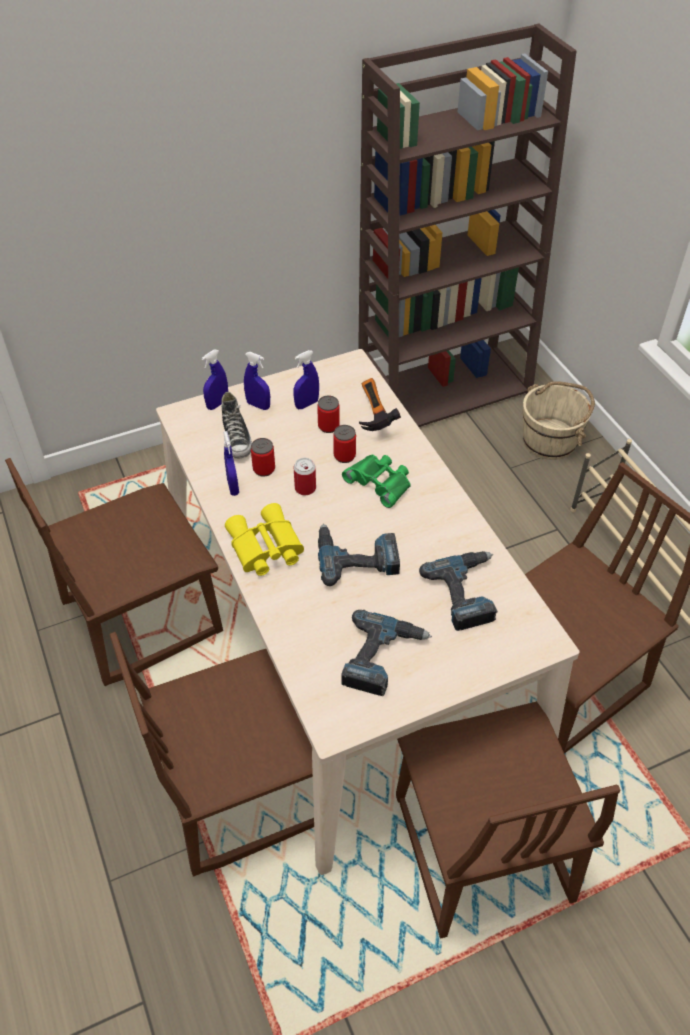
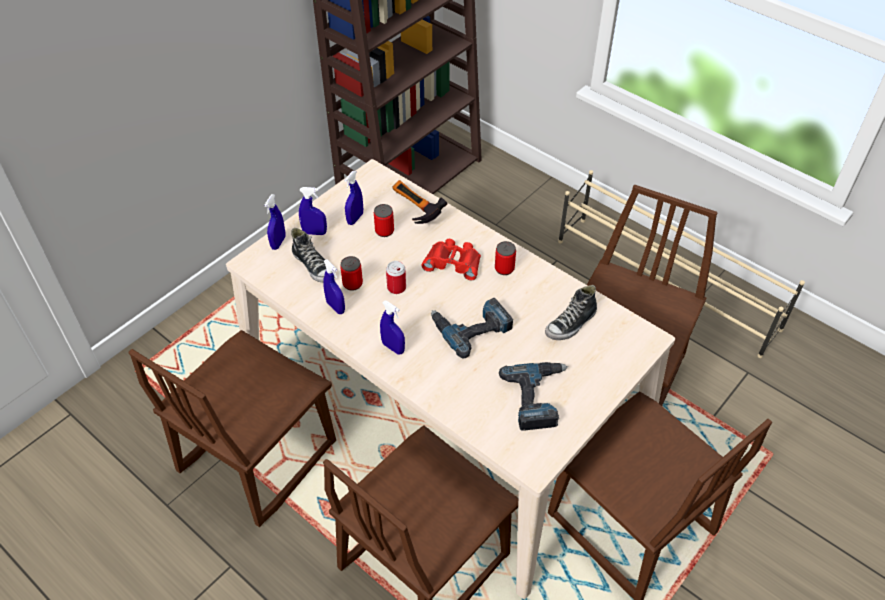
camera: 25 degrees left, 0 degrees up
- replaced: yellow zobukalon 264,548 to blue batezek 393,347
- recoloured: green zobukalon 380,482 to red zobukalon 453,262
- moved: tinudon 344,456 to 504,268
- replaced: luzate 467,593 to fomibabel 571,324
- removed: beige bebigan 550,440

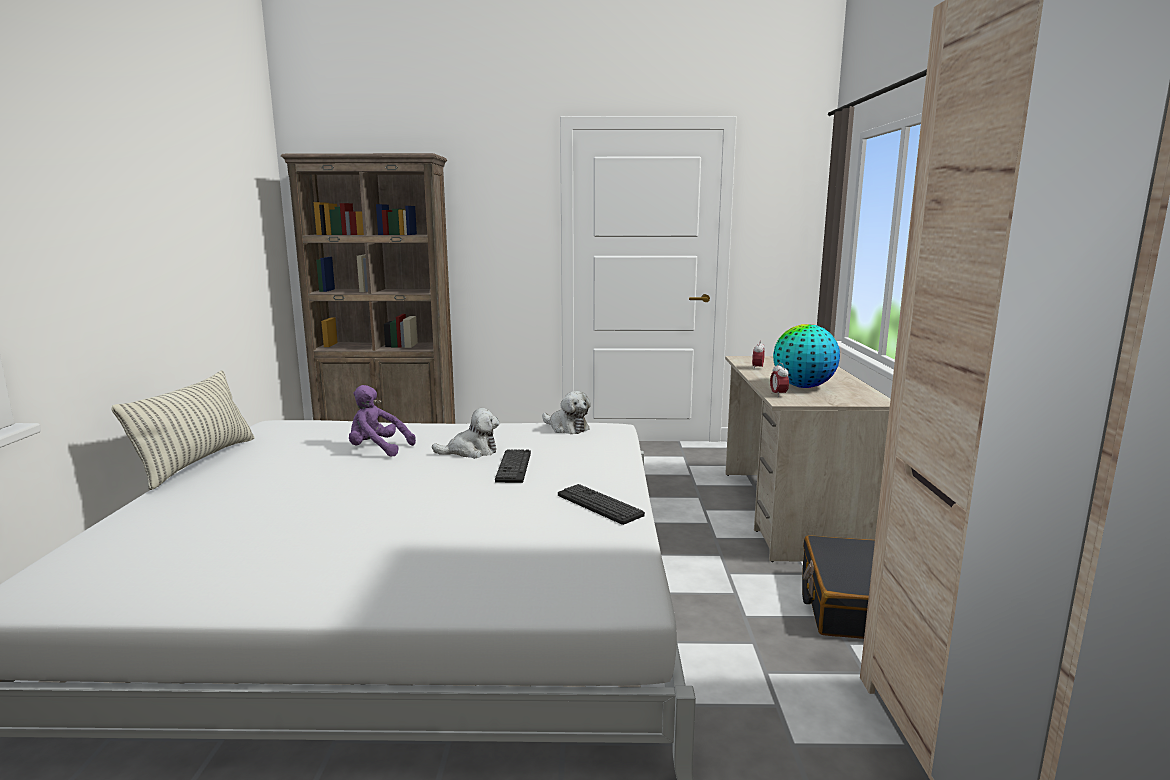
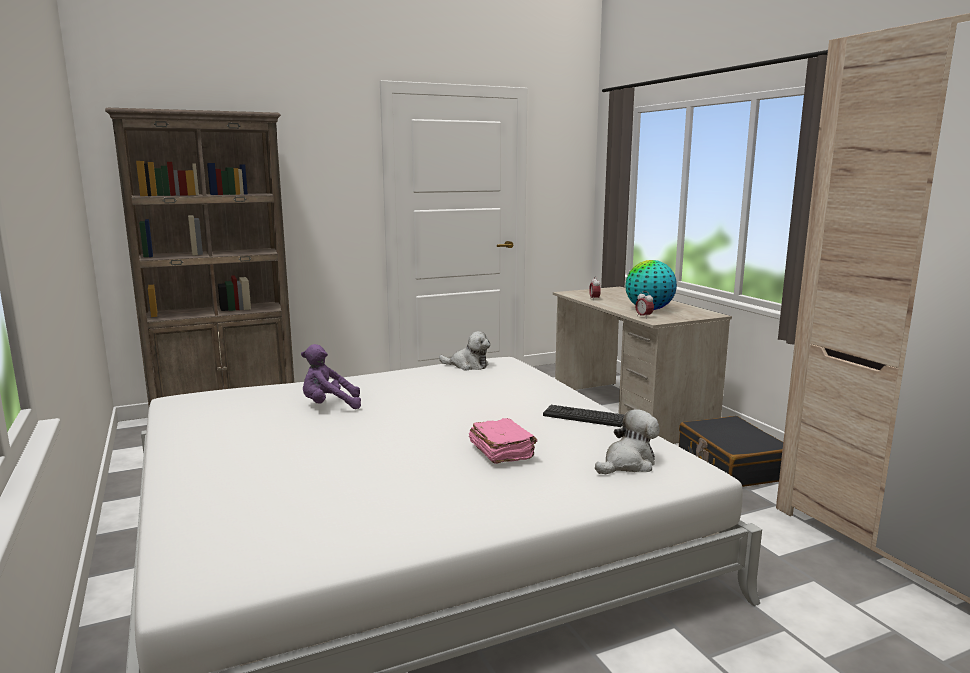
camera: 25 degrees left, 0 degrees up
- added: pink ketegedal 501,452
- moved: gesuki 471,452 to 628,464
- removed: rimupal 197,461
- removed: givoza 513,467

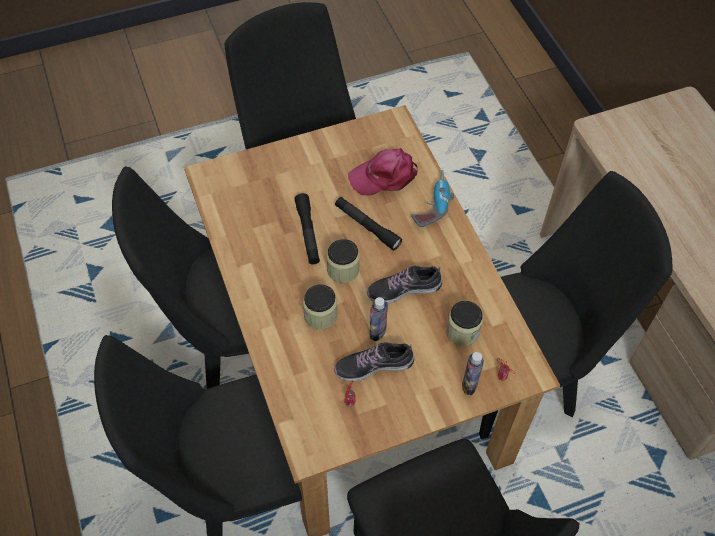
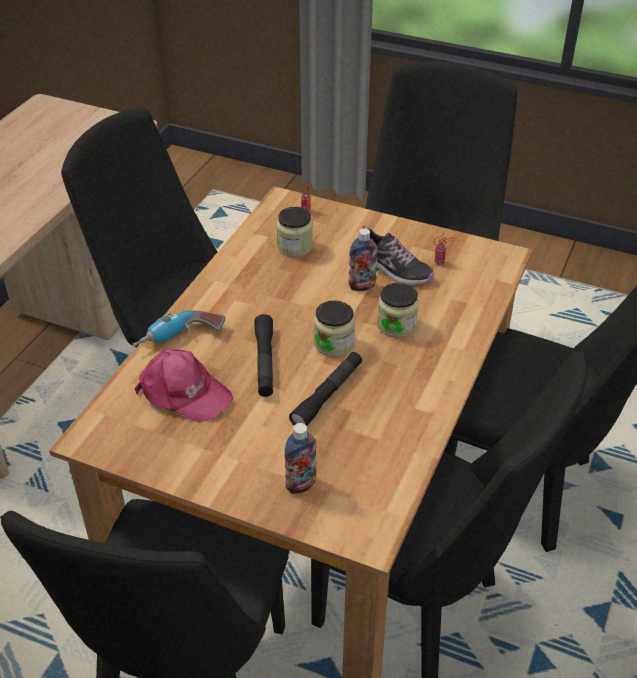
camera: 135 degrees left, 15 degrees down
- moved: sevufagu 469,385 to 301,484
- removed: fomibabel 404,289

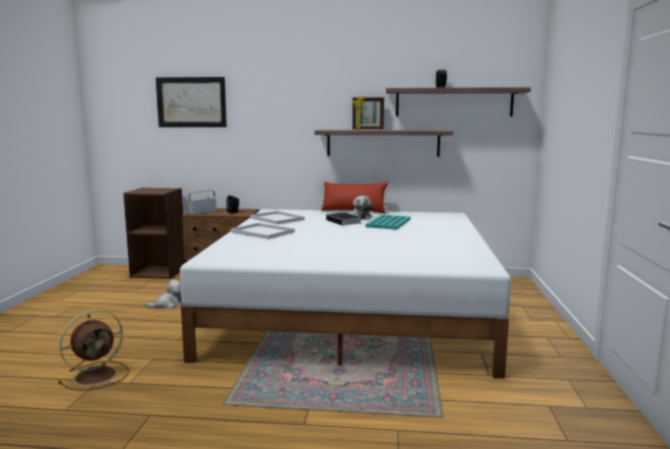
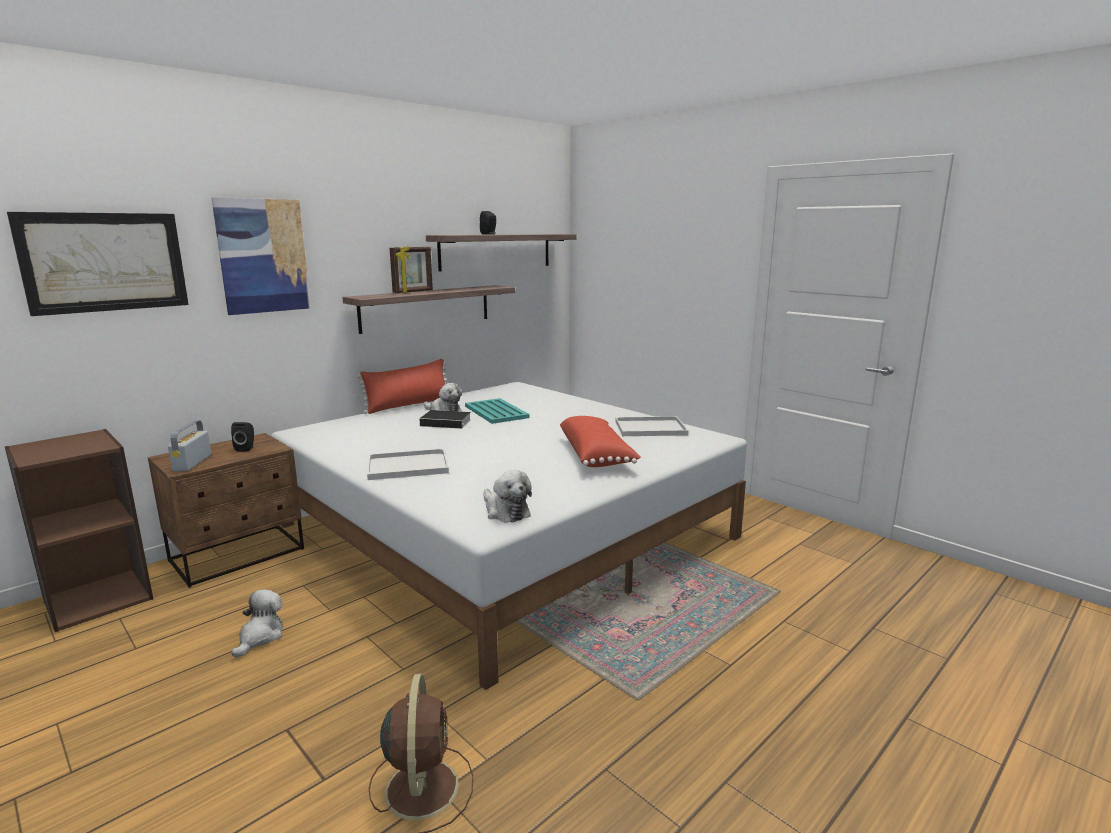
camera: 50 degrees left, 5 degrees up
- added: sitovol 263,256
- added: gesuki 505,511
- added: red rimupal 596,455
- moved: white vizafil 278,219 to 651,428

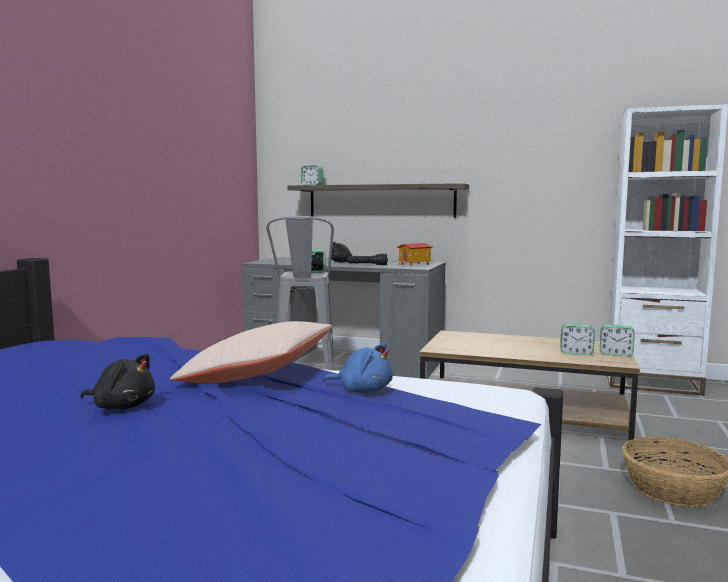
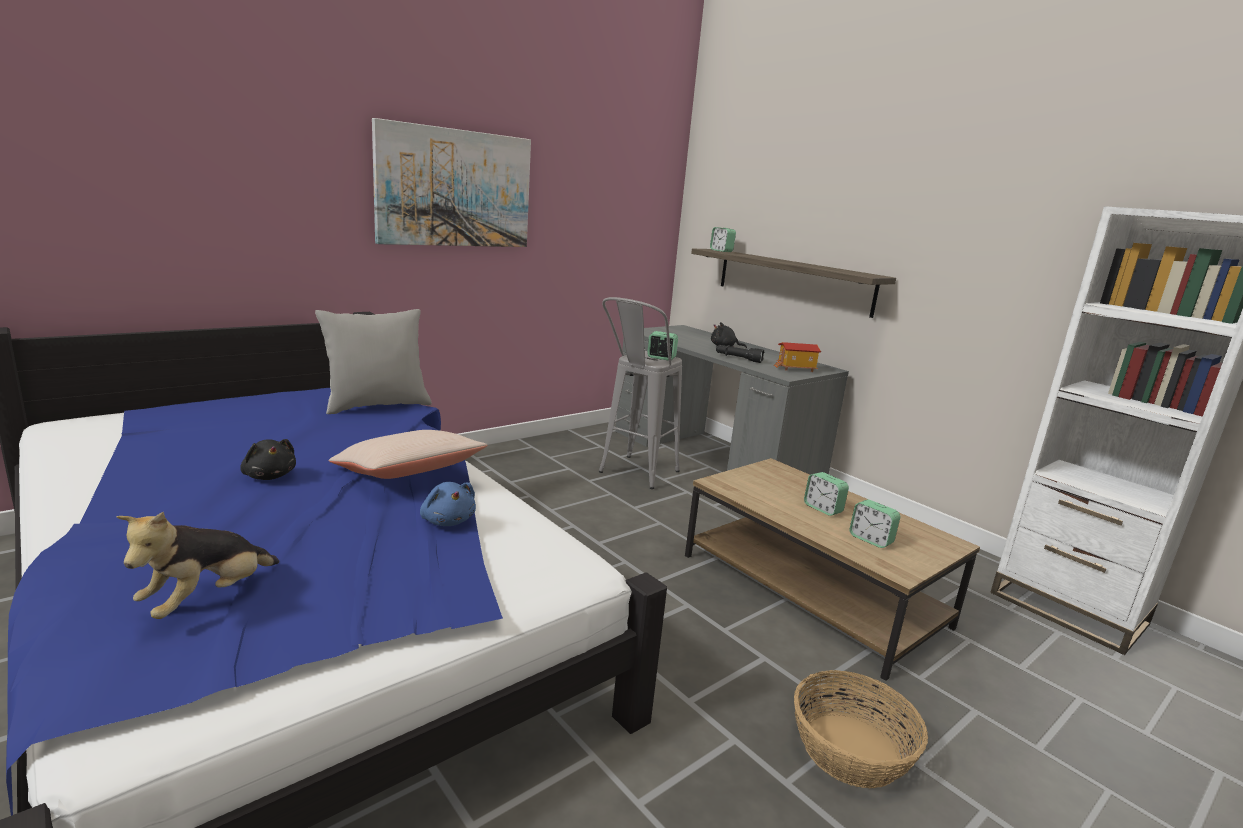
camera: 30 degrees right, 10 degrees up
- added: gesuki 207,599
- added: grey rimupal 377,405
- added: sitovol 455,188
- moved: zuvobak 616,354 to 823,509

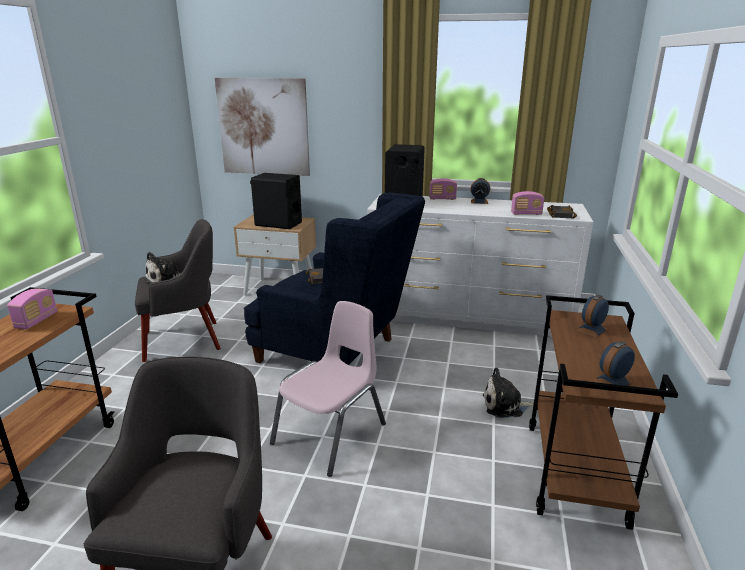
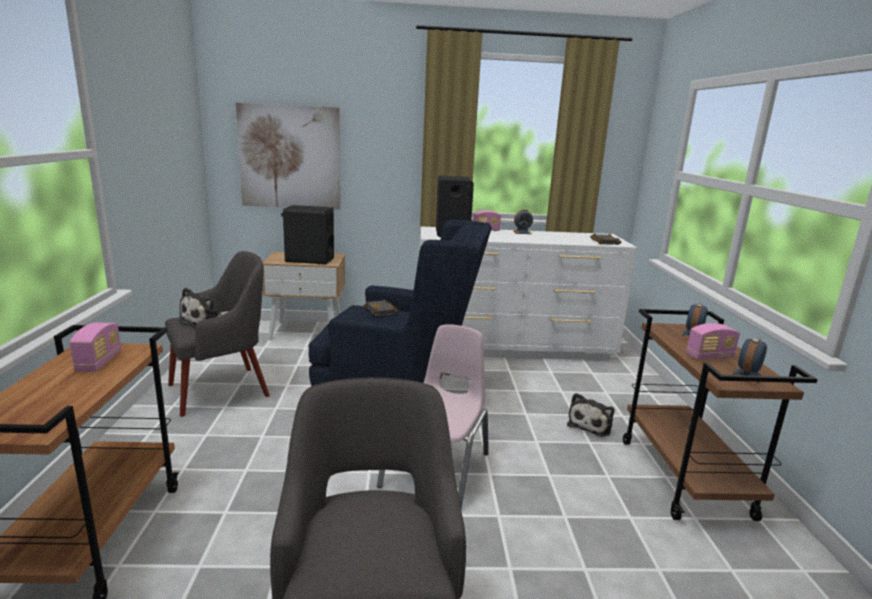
camera: 15 degrees left, 5 degrees down
- turned: gesuki 505,406 = 591,425 45 degrees counterclockwise
- moved: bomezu 526,214 to 709,356

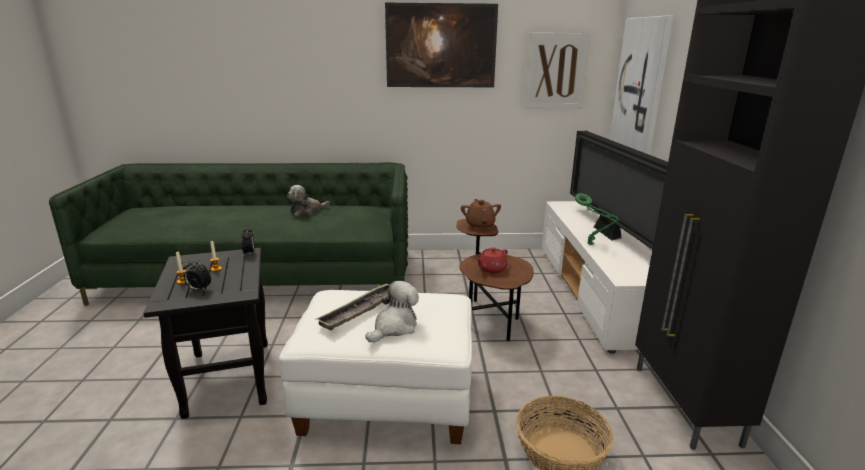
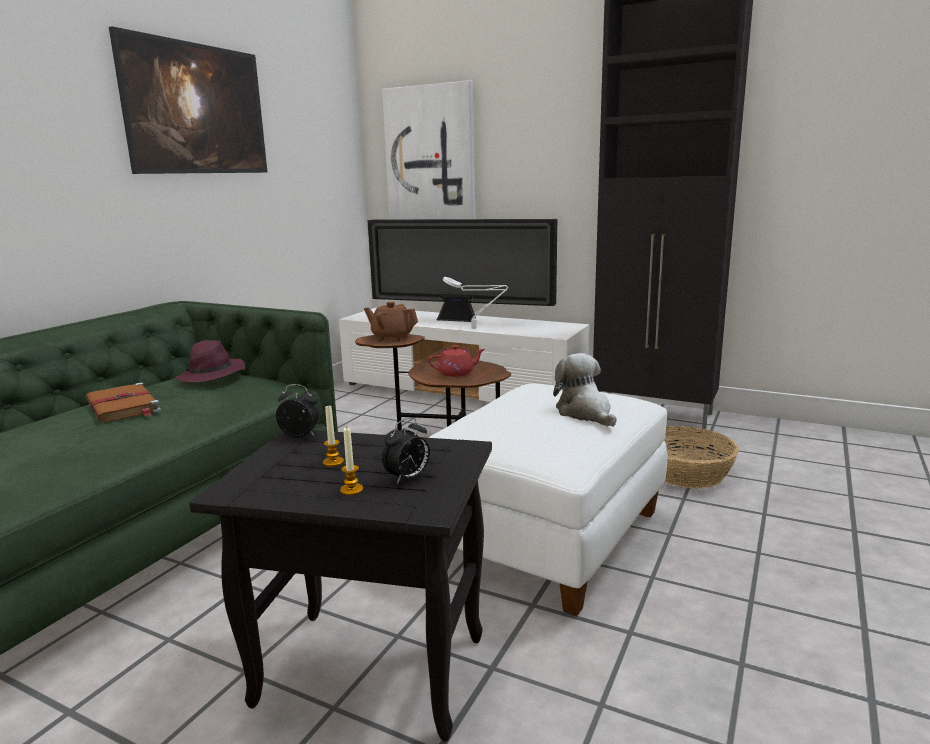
camera: 60 degrees left, 5 degrees down
- replaced: gesuki 307,211 to brown ketegedal 123,406
- added: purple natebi 212,376
- turned: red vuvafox 491,269 = 457,373 90 degrees counterclockwise
- recoloured: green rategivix 592,245 to white rategivix 476,328
- removed: vizafil 360,310
- removed: sitovol 556,71

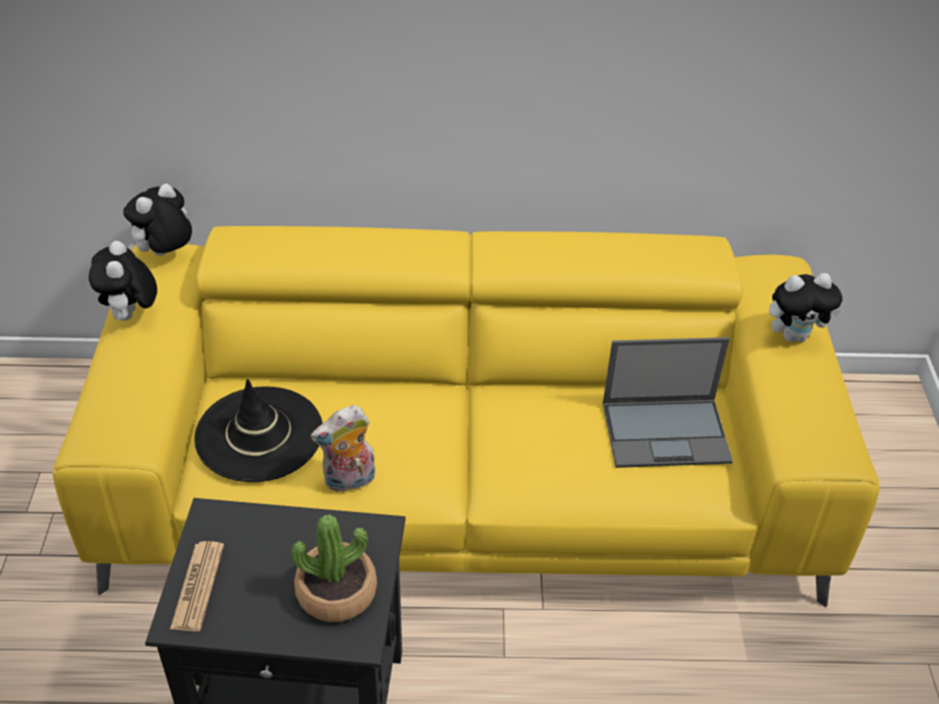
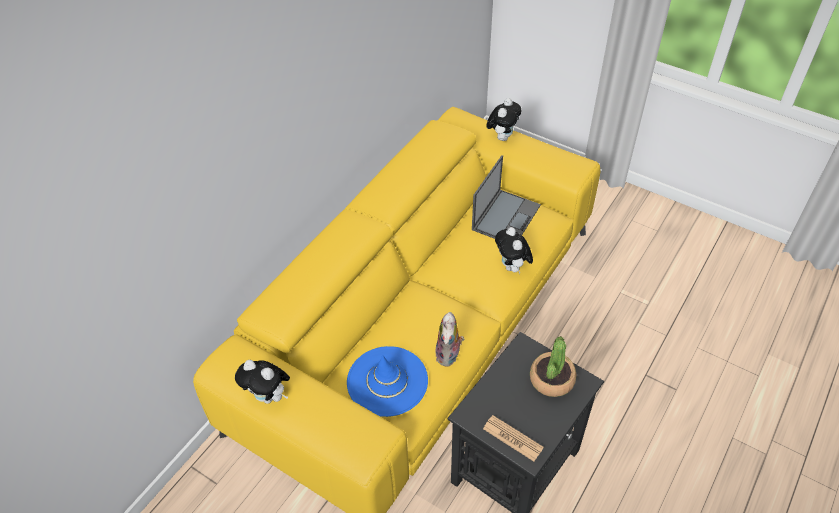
camera: 55 degrees left, 5 degrees up
- recoloured: black natebi 259,434 to blue natebi 387,381
- moved: gesuki 165,255 to 512,267

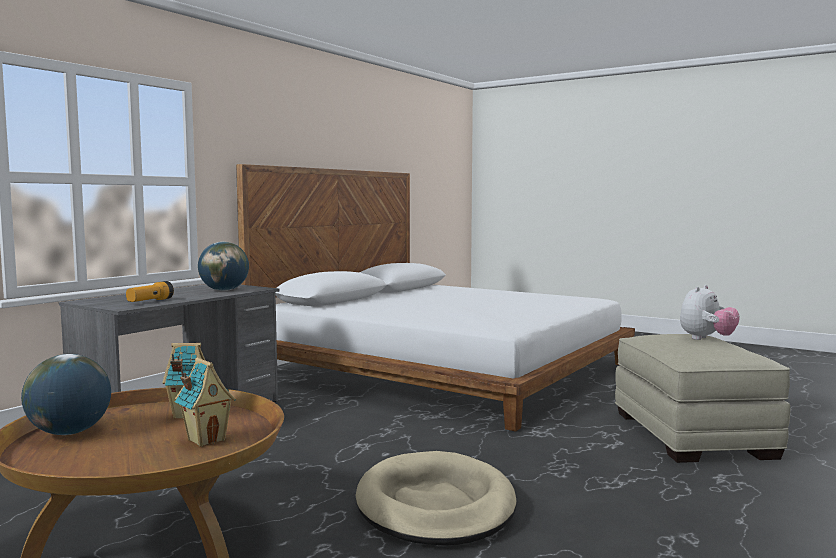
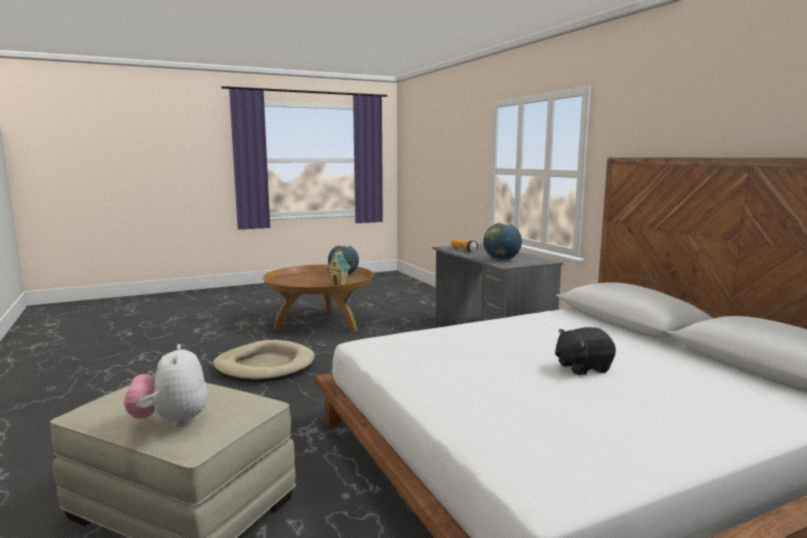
camera: 120 degrees right, 5 degrees up
- added: black gesuki 582,367
- removed: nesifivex 206,439

